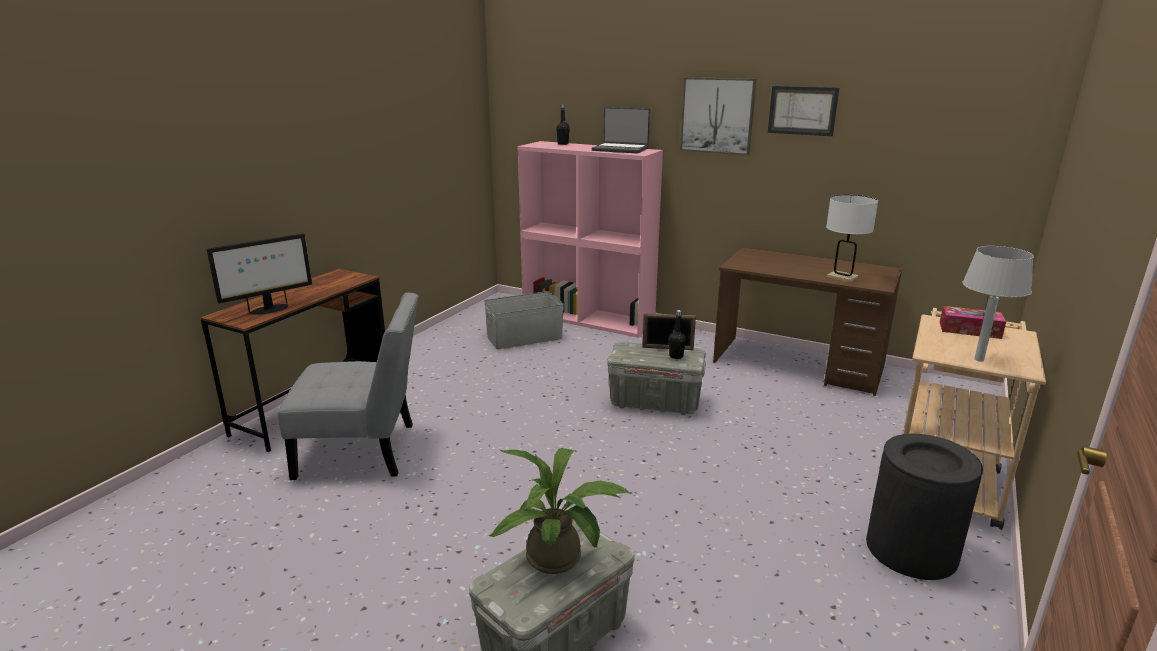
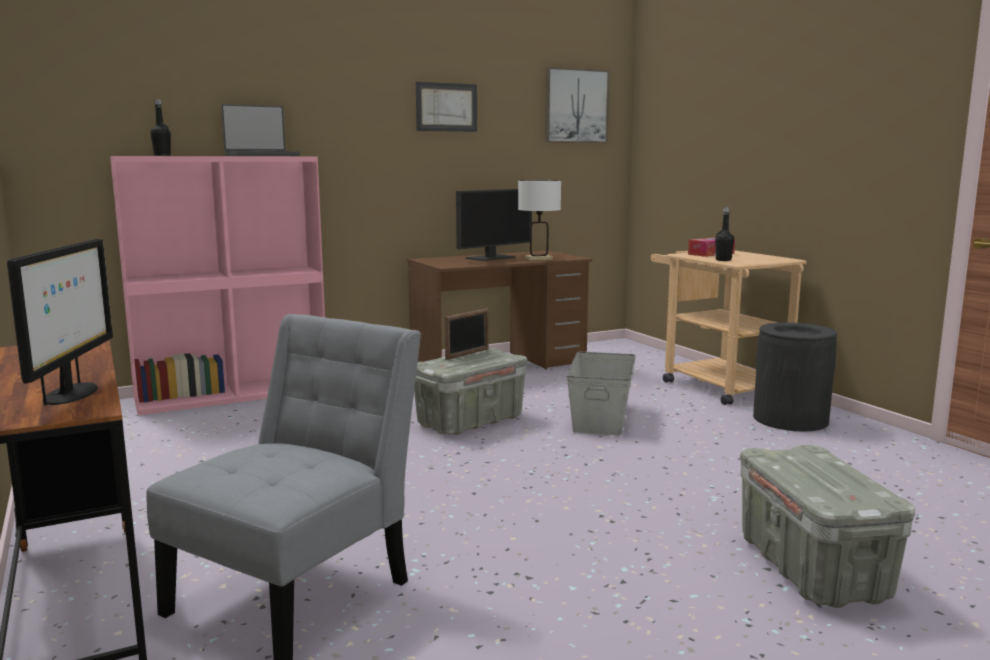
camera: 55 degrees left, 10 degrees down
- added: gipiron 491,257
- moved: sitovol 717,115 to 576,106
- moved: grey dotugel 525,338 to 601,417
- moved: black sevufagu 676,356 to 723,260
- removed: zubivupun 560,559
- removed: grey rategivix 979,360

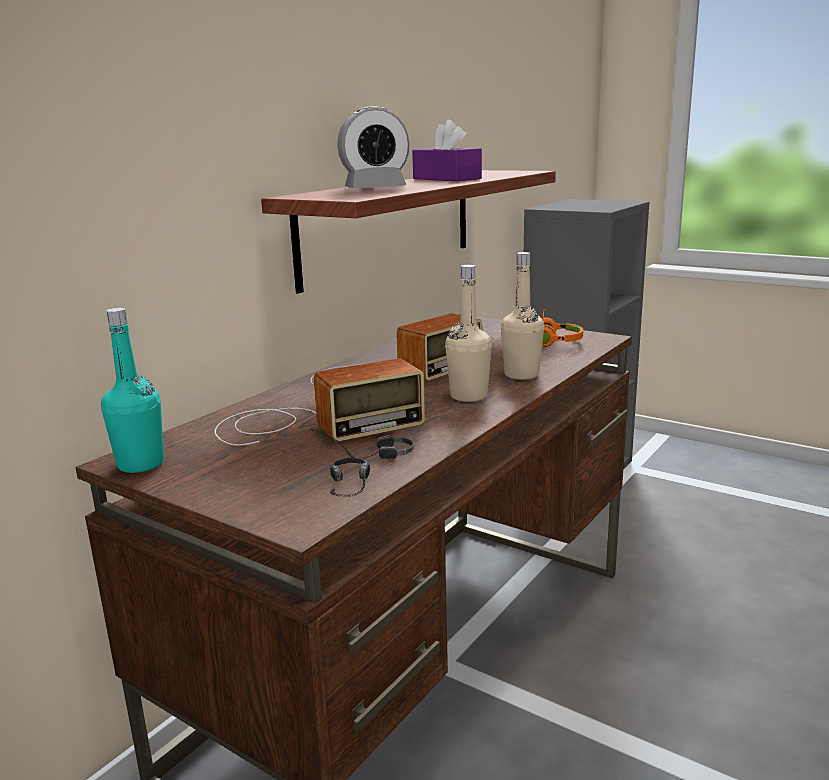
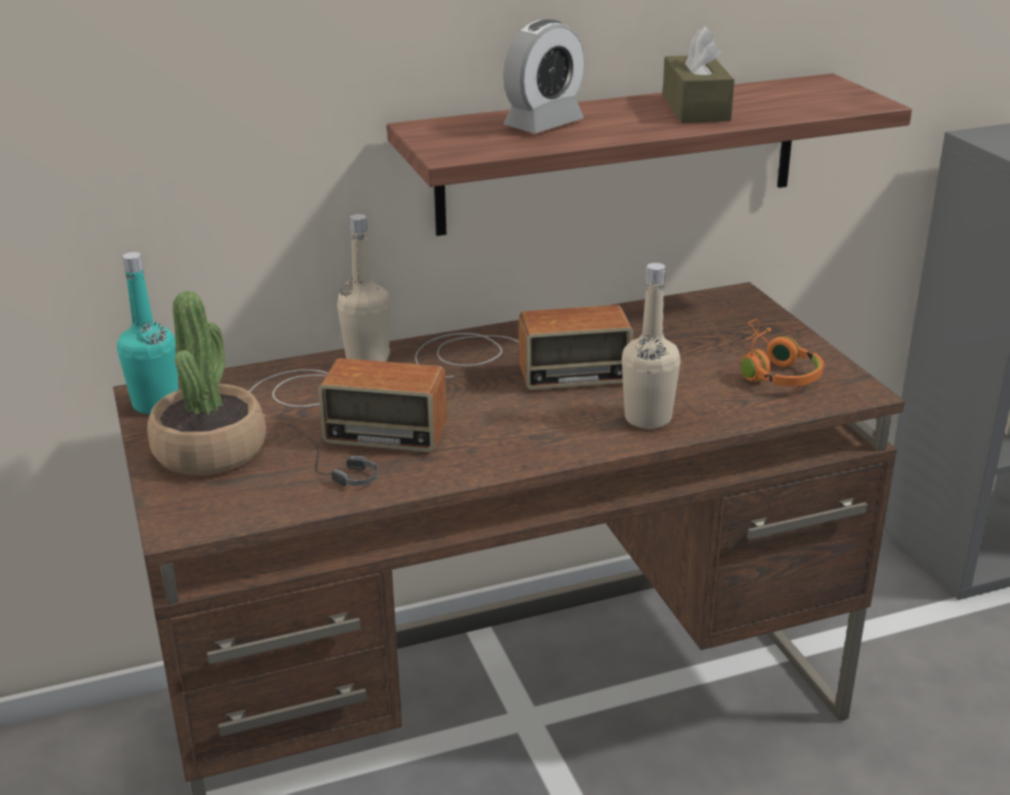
camera: 35 degrees right, 10 degrees up
- added: zubivupun 210,451
- moved: beige sevufagu 468,396 to 367,359
- turned: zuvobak 375,188 = 544,124 60 degrees counterclockwise
- recoloured: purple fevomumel 446,179 to brown fevomumel 695,108
- removed: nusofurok 351,491

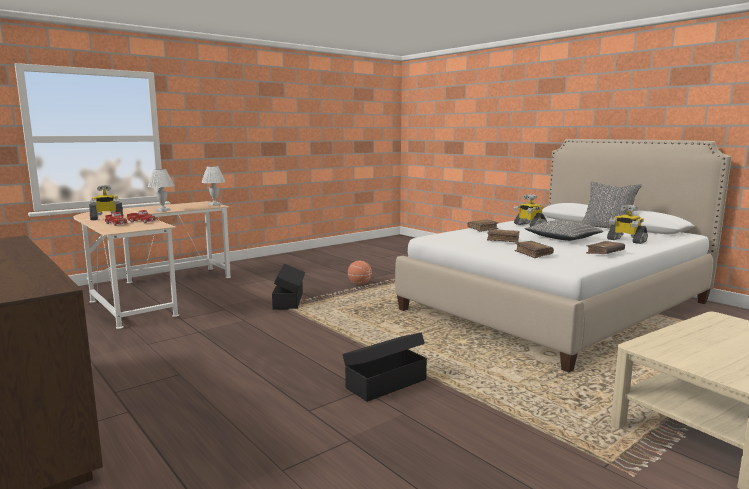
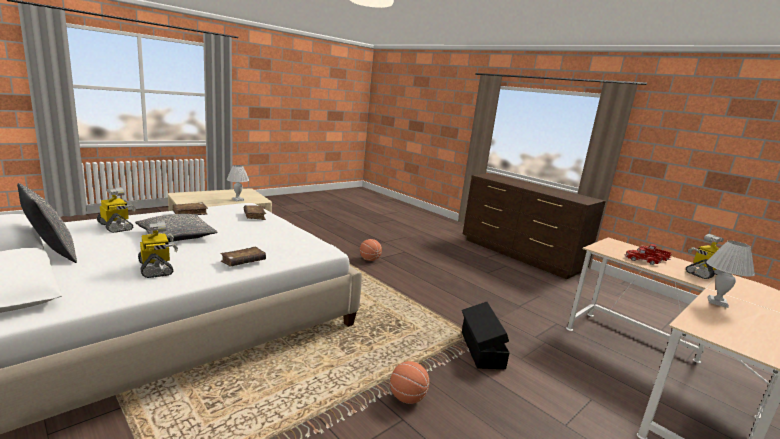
camera: 175 degrees right, 5 degrees up
- moved: white rategivix 215,205 to 237,199
- replaced: black dotugel 385,383 to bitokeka 369,259
- removed: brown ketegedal 503,239

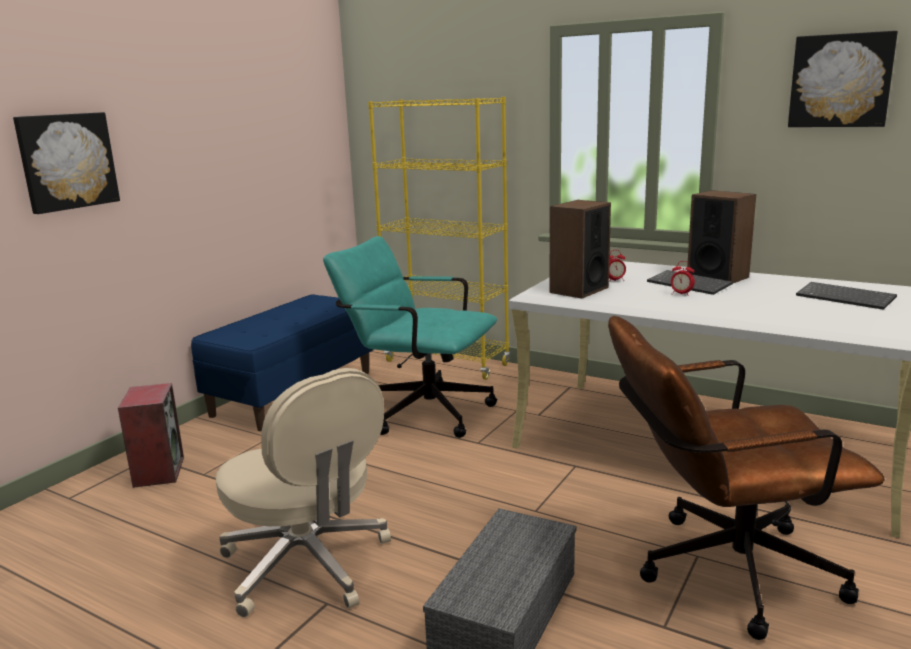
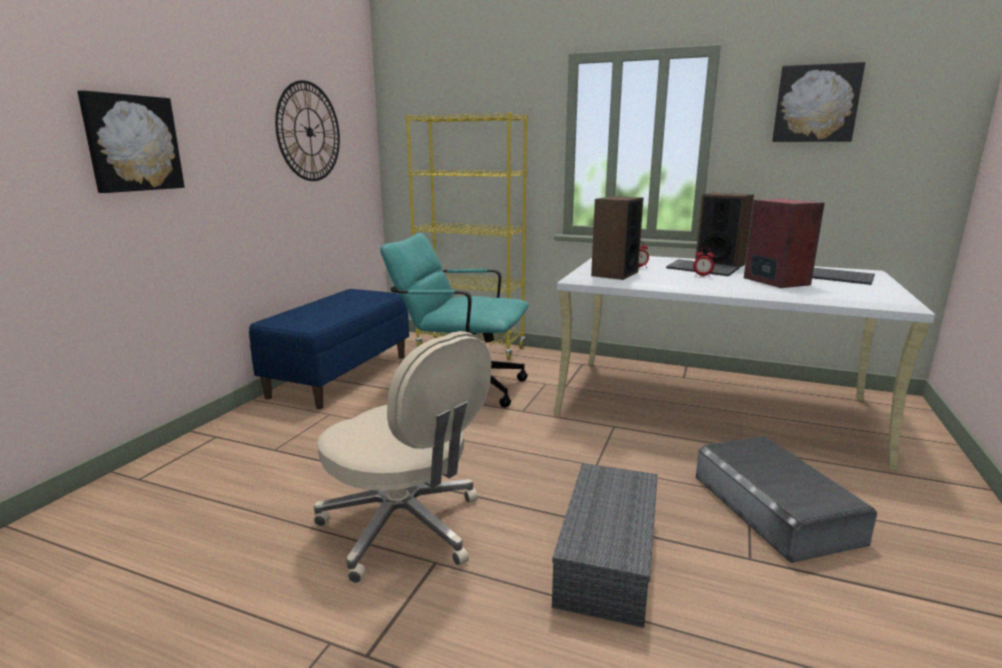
camera: 10 degrees left, 0 degrees up
- added: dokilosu 309,132
- replaced: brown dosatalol 720,572 to grey dotugel 774,507
- moved: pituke 158,471 to 774,281

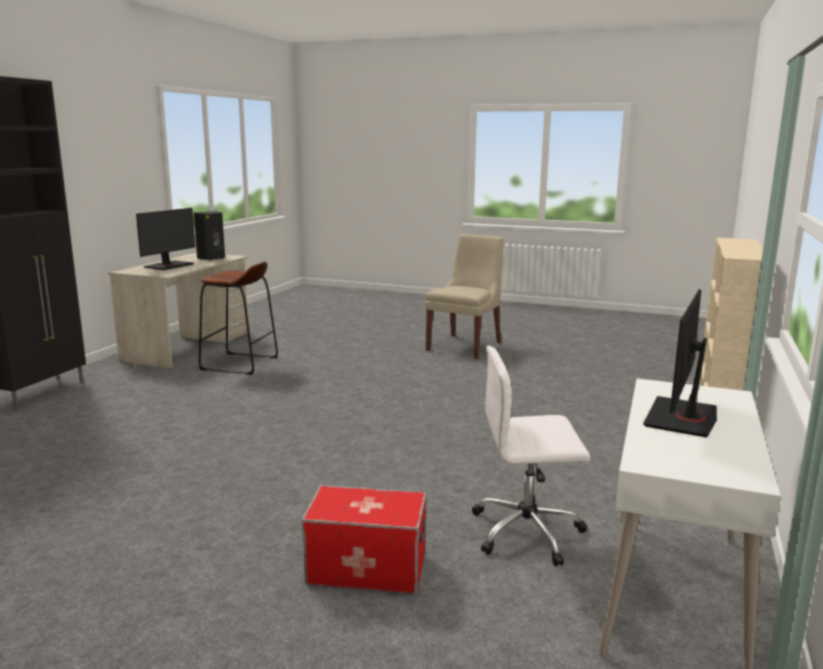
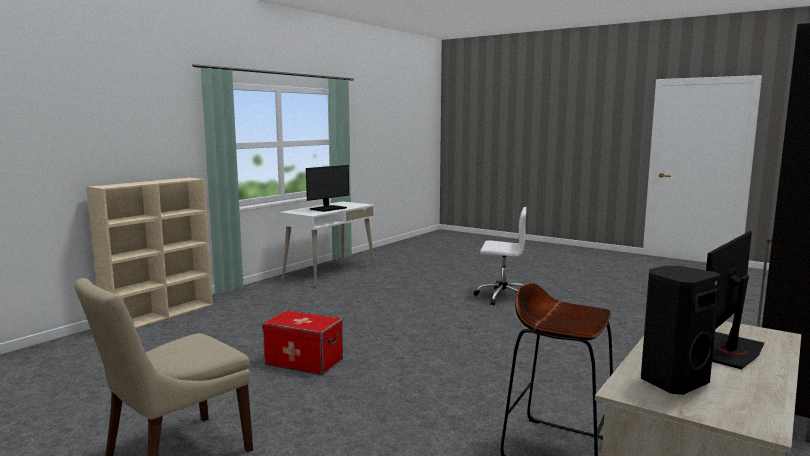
camera: 165 degrees left, 5 degrees down
- moved: dotugel 366,569 to 304,361
- moved: white dosatalol 528,532 to 501,296

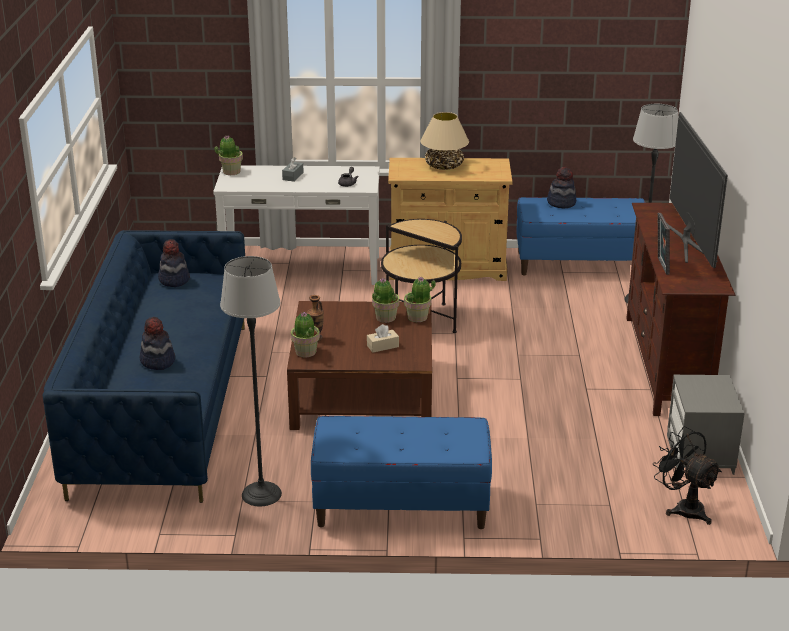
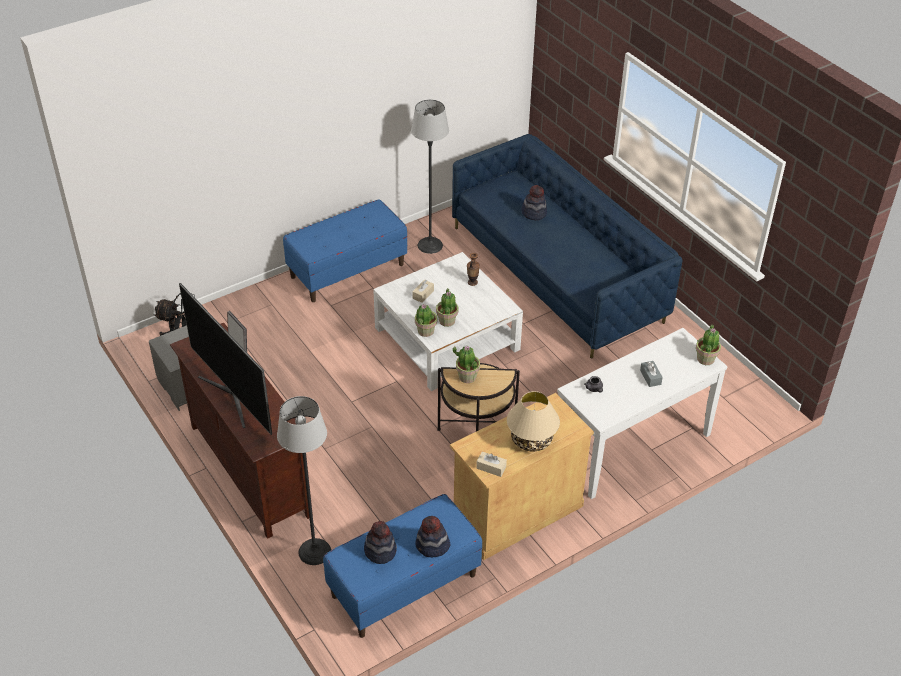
camera: 145 degrees right, 15 degrees up
- moved: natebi 174,280 to 380,551
- recoloured: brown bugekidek 363,393 to white bugekidek 447,338
- moved: zubivupun 305,352 to 467,376
- added: beige fevomumel 491,467

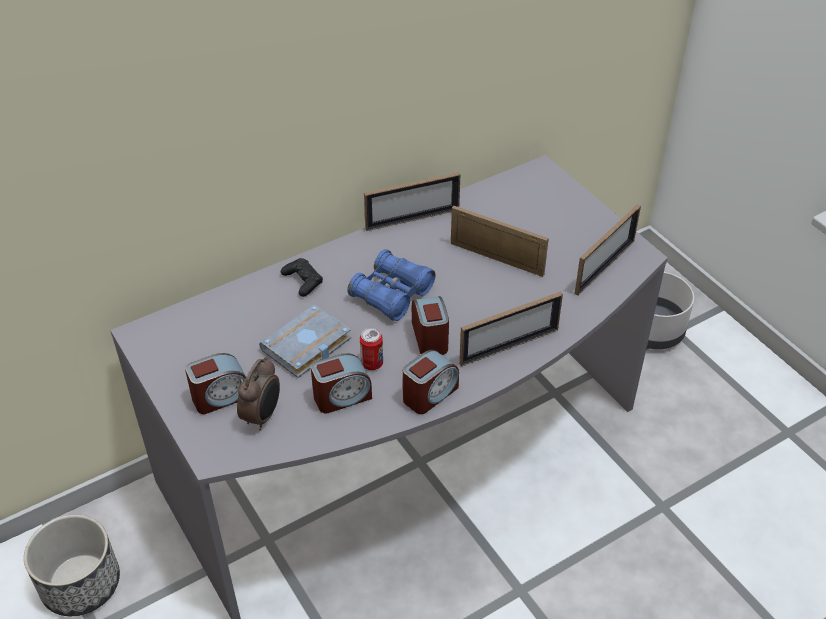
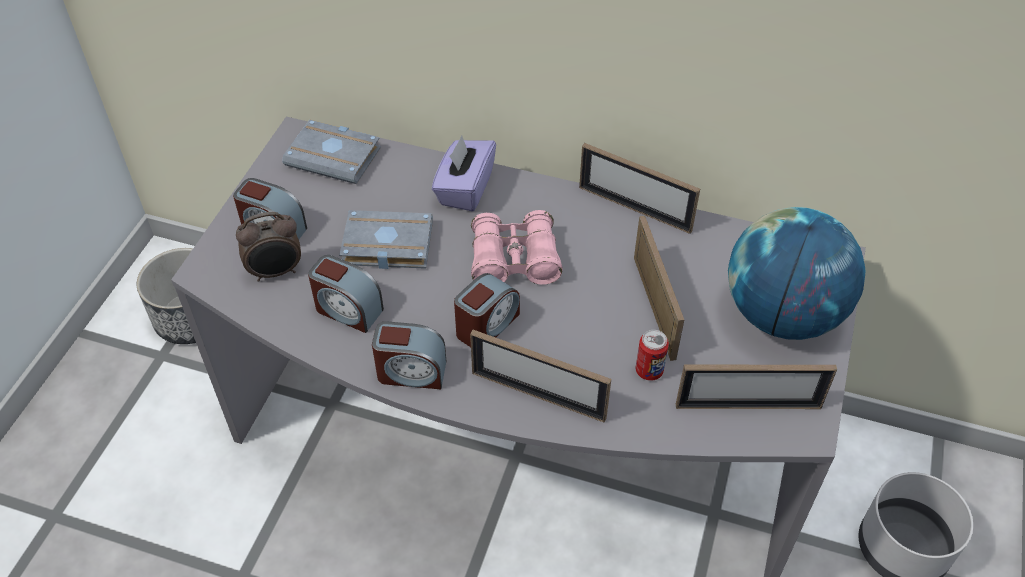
camera: 50 degrees right, 5 degrees up
- added: grey ketegedal 336,156
- replaced: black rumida 303,281 to purple fevomumel 465,189
- recoloured: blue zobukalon 392,294 to pink zobukalon 514,260
- moved: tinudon 372,363 to 649,371
- added: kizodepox 782,315

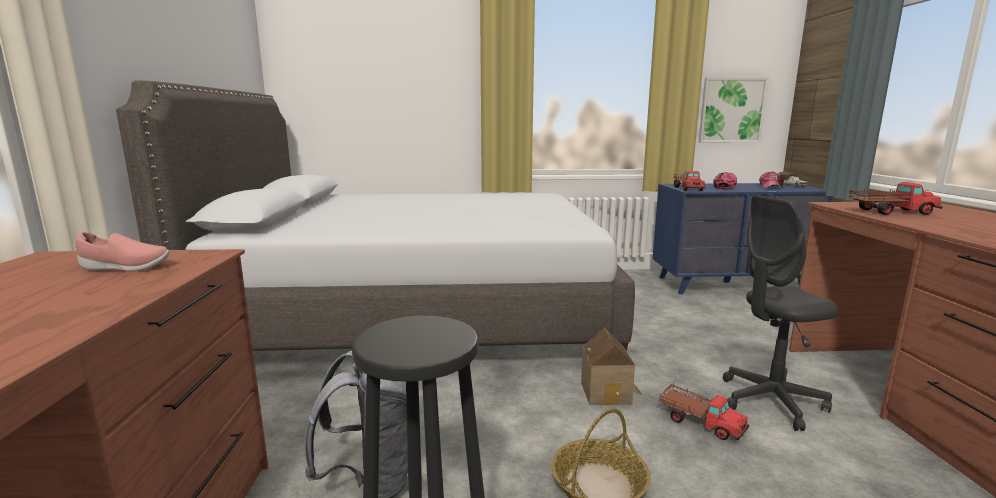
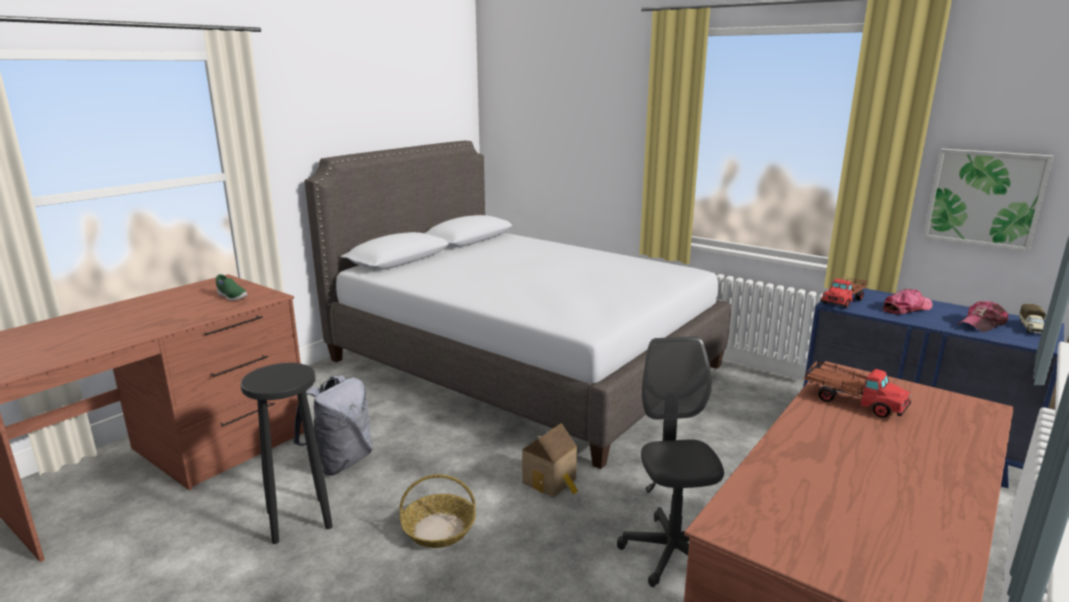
camera: 40 degrees right, 5 degrees up
- recoloured: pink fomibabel 125,268 to green fomibabel 231,297
- turned: grey dosatalol 770,401 = 671,553 60 degrees clockwise
- removed: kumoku 699,421

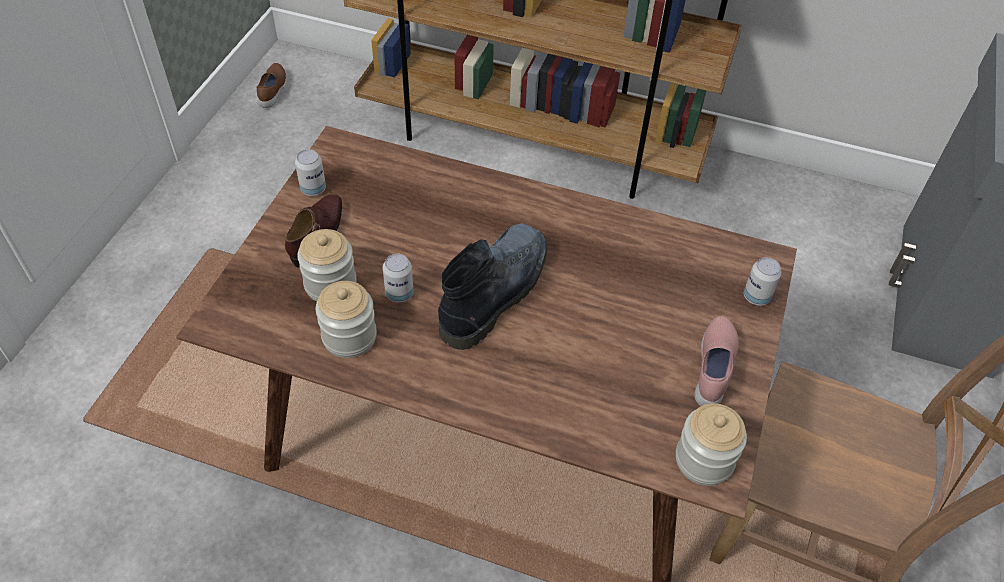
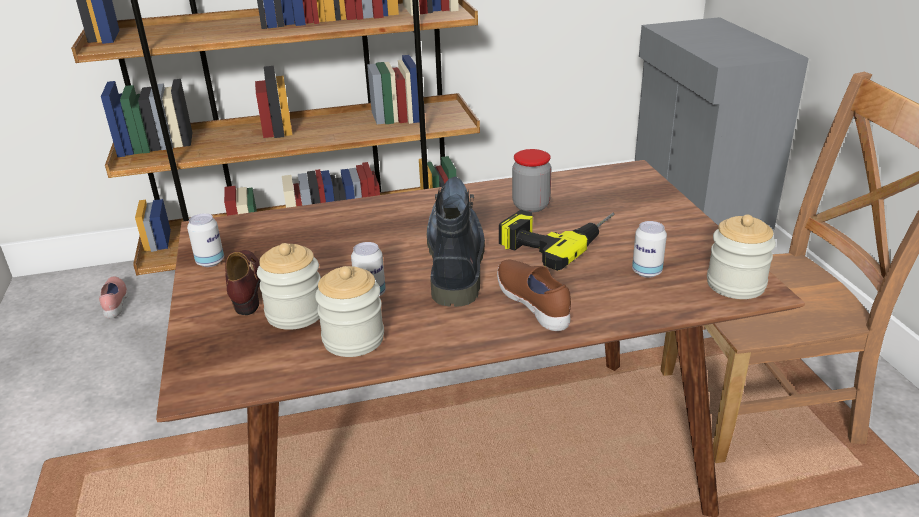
camera: 30 degrees left, 20 degrees down
- moved: pink fomibabel 714,369 to 116,303
- moved: brown fomibabel 273,91 to 534,305
- added: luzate 557,238
- added: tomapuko 531,206
- moved: tinudon 756,297 to 646,272

